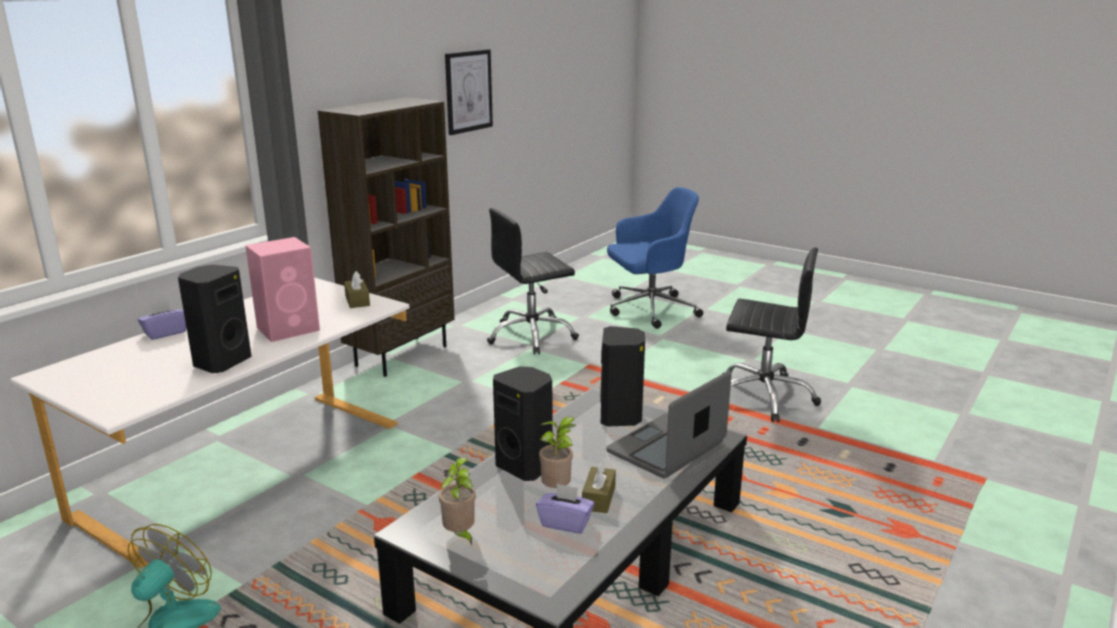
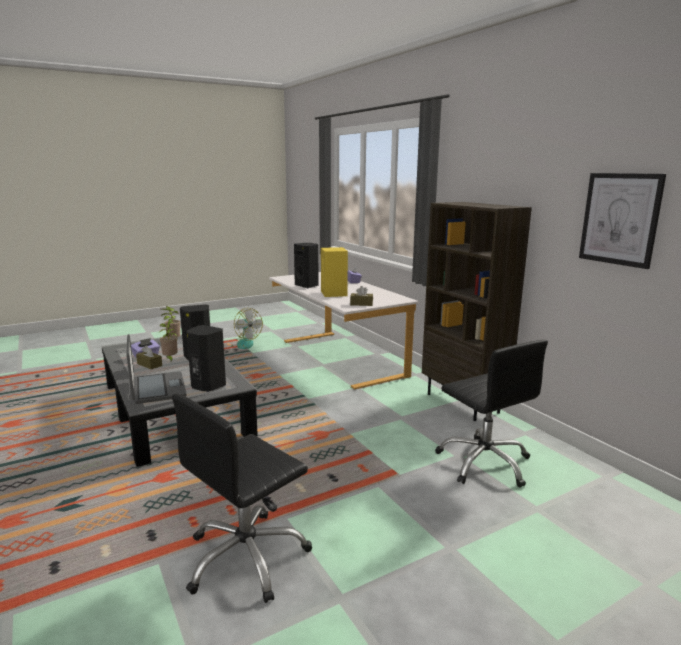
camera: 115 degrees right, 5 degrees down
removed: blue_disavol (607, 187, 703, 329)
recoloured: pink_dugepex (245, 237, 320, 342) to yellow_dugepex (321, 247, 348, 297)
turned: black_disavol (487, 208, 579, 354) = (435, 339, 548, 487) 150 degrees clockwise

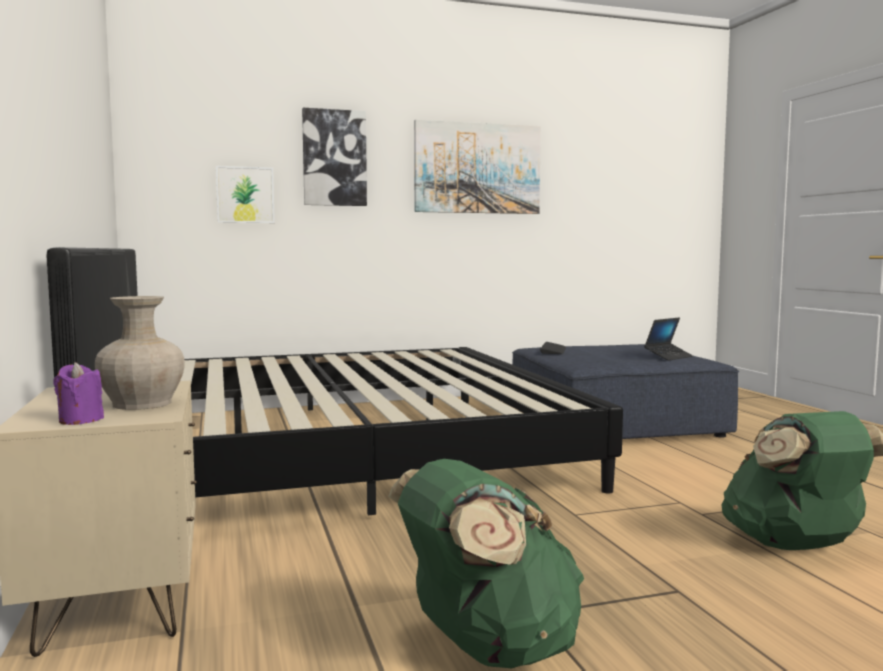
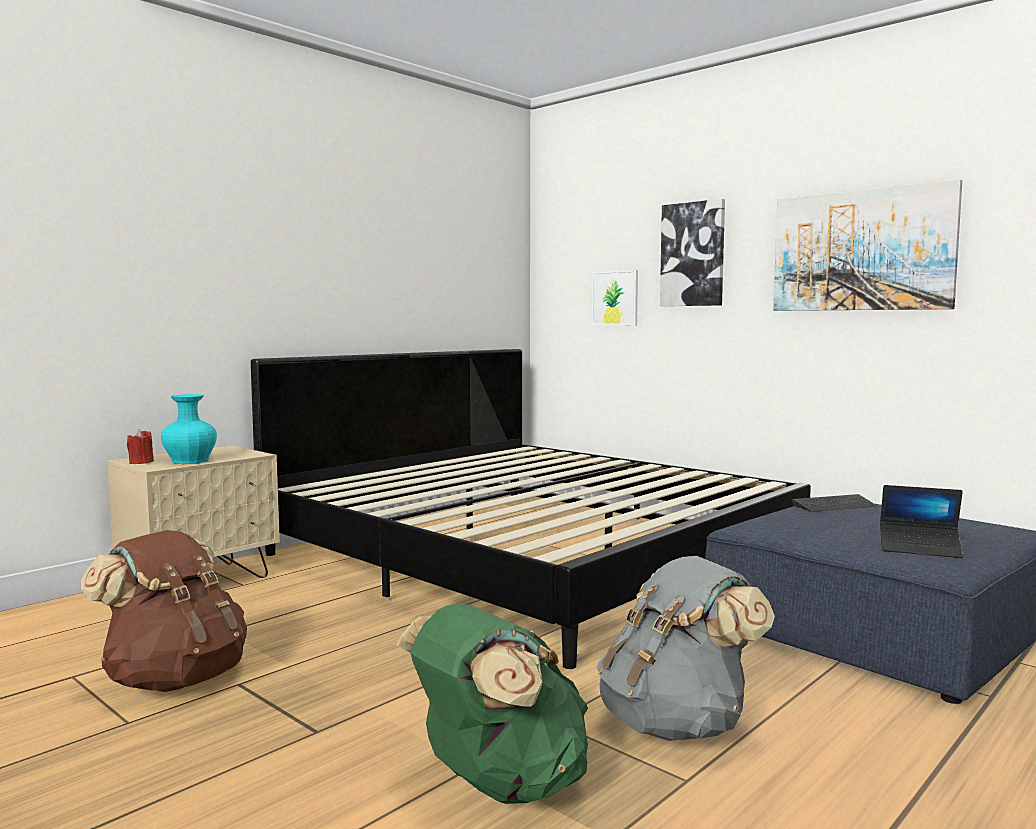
camera: 60 degrees right, 0 degrees up
added: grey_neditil (597, 556, 775, 741)
recoloured: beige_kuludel (95, 296, 185, 410) to turquoise_kuludel (161, 394, 217, 464); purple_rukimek (53, 362, 104, 425) to red_rukimek (127, 430, 154, 464); green_neditil (388, 459, 584, 668) to brown_neditil (80, 530, 247, 692)

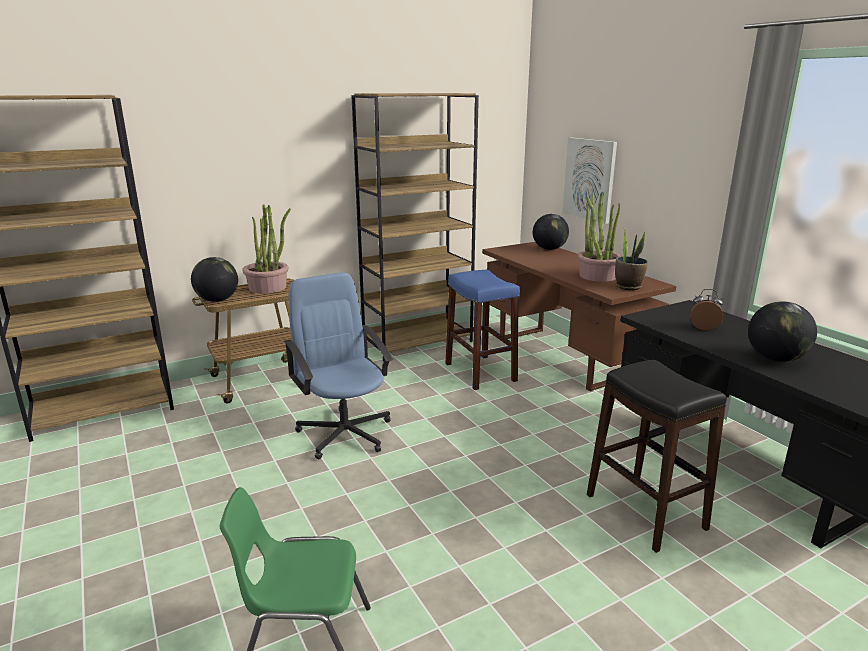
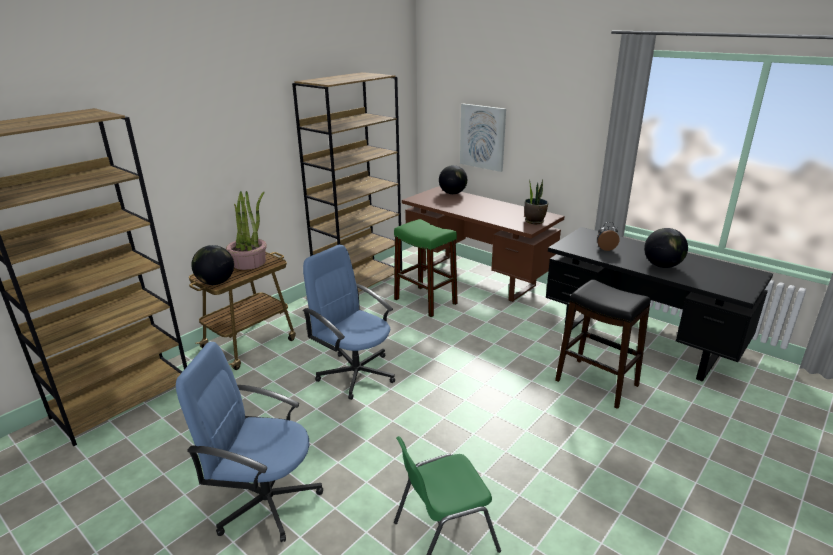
camera: 20 degrees left, 5 degrees up
removed: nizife (577, 192, 622, 282)
added: blue_disavol (176, 342, 323, 542)
recoloured: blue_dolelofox (445, 270, 520, 390) to green_dolelofox (394, 219, 458, 317)

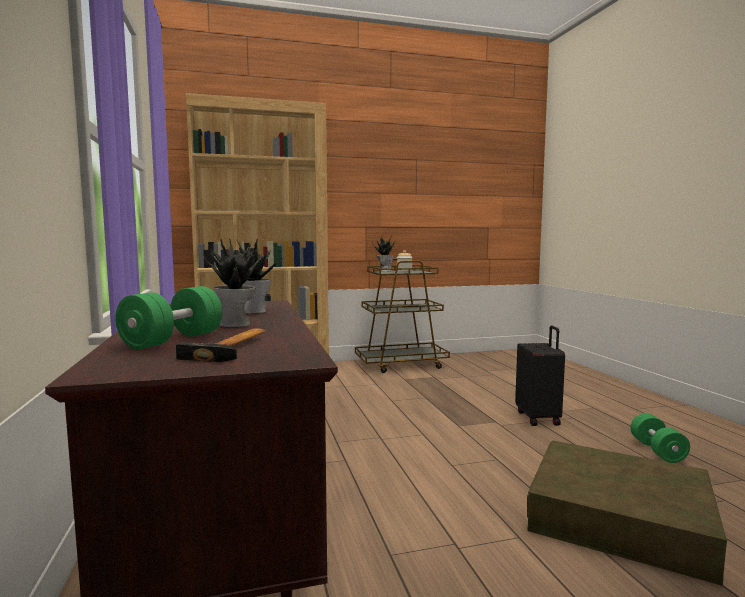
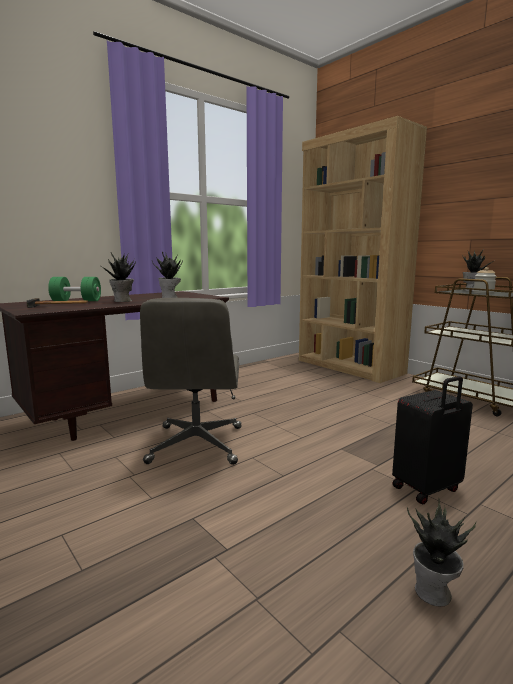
camera: 65 degrees right, 5 degrees up
removed: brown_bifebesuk (527, 441, 727, 585)
added: grey_disavol (140, 298, 242, 465)
replaced: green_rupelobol (631, 413, 690, 463) to nizife (407, 497, 476, 606)

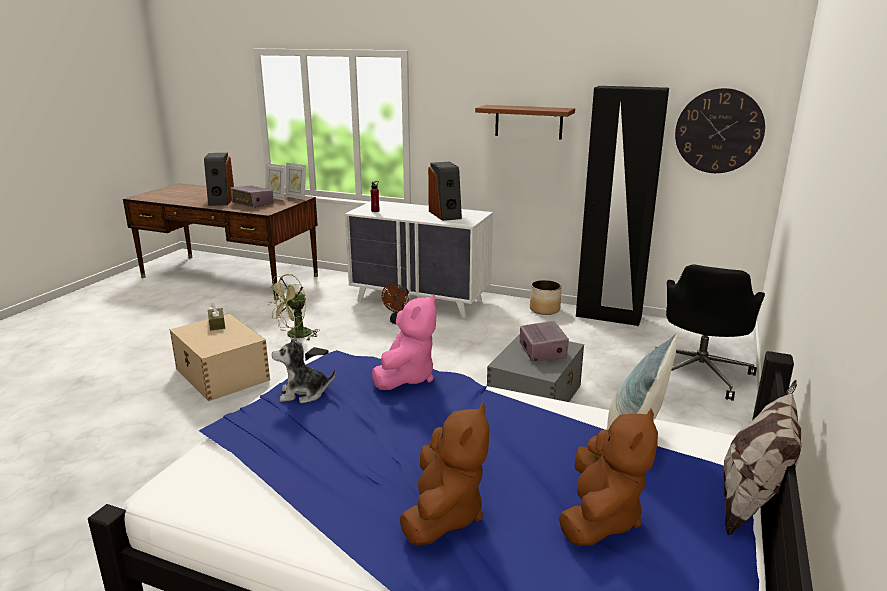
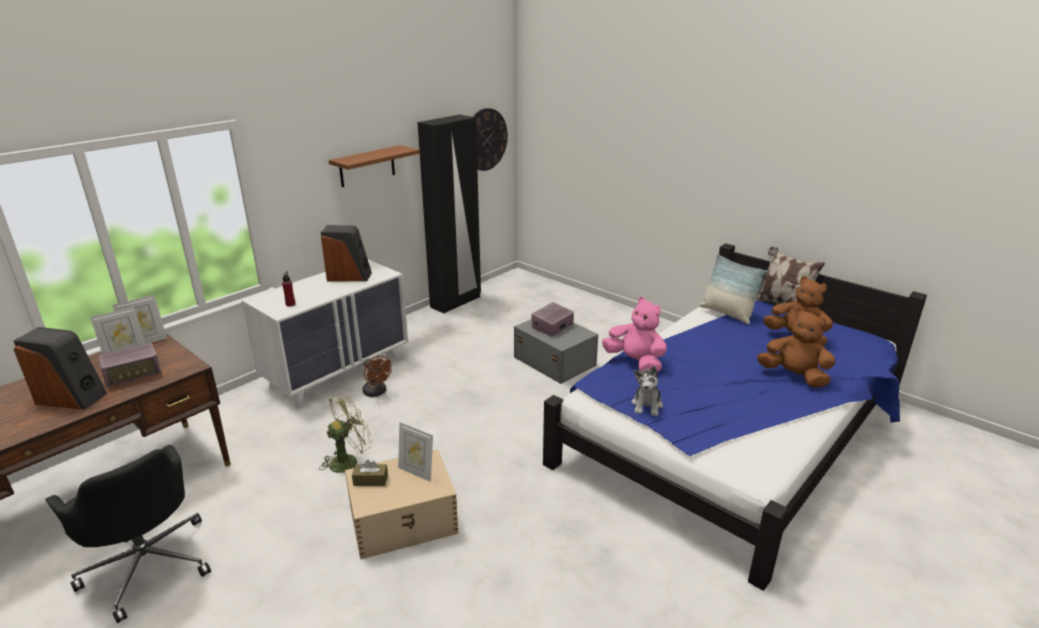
camera: 70 degrees left, 5 degrees up
removed: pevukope (530, 280, 562, 315)
added: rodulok (398, 422, 433, 482)
moved: black_disavol (655, 264, 765, 401) to (45, 444, 211, 623)
turned: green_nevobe (267, 274, 320, 341) = (319, 394, 373, 473) 105 degrees counterclockwise; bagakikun (520, 321, 569, 361) = (531, 302, 574, 337) 60 degrees counterclockwise

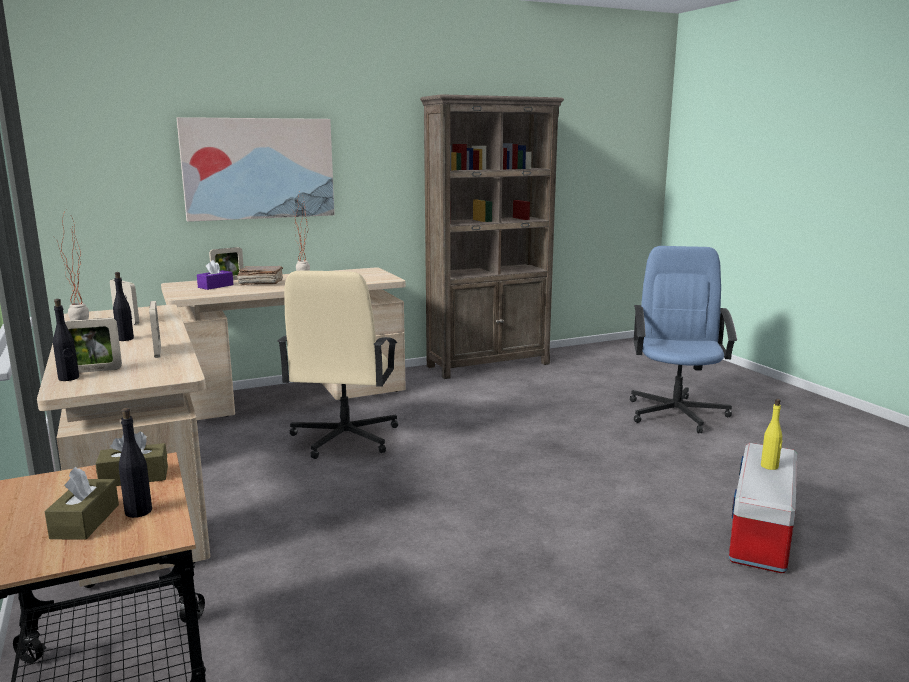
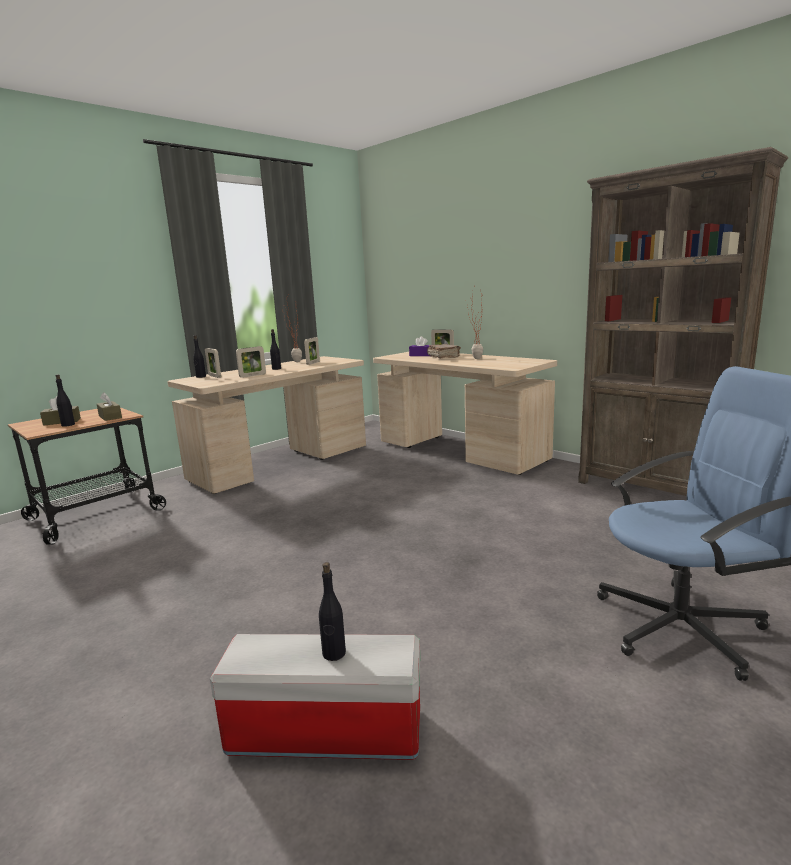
camera: 70 degrees right, 0 degrees up
removed: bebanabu (177, 117, 335, 222); beige_disavol (277, 271, 398, 459)
recoloured: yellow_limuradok (761, 399, 783, 470) to black_limuradok (319, 562, 346, 661)

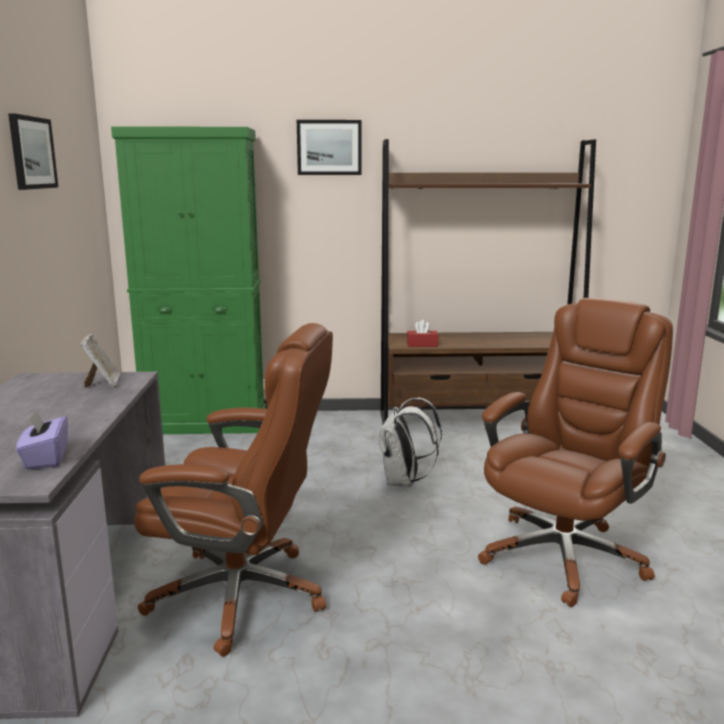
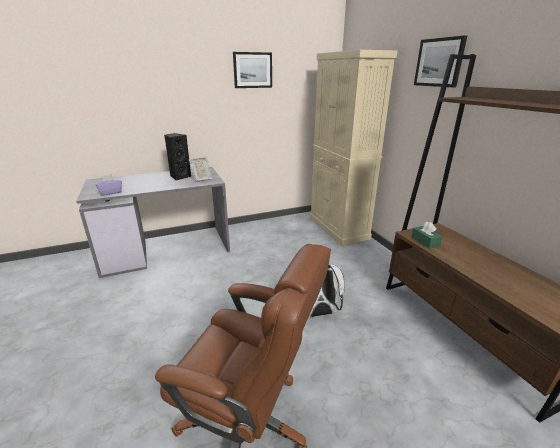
camera: 70 degrees right, 10 degrees up
removed: brown_disavol (134, 323, 333, 657)
added: black_dugepex (164, 133, 191, 180)
recoloured: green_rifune (111, 126, 266, 434) to beige_rifune (310, 50, 397, 245); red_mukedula (407, 320, 439, 347) to green_mukedula (411, 222, 442, 249)

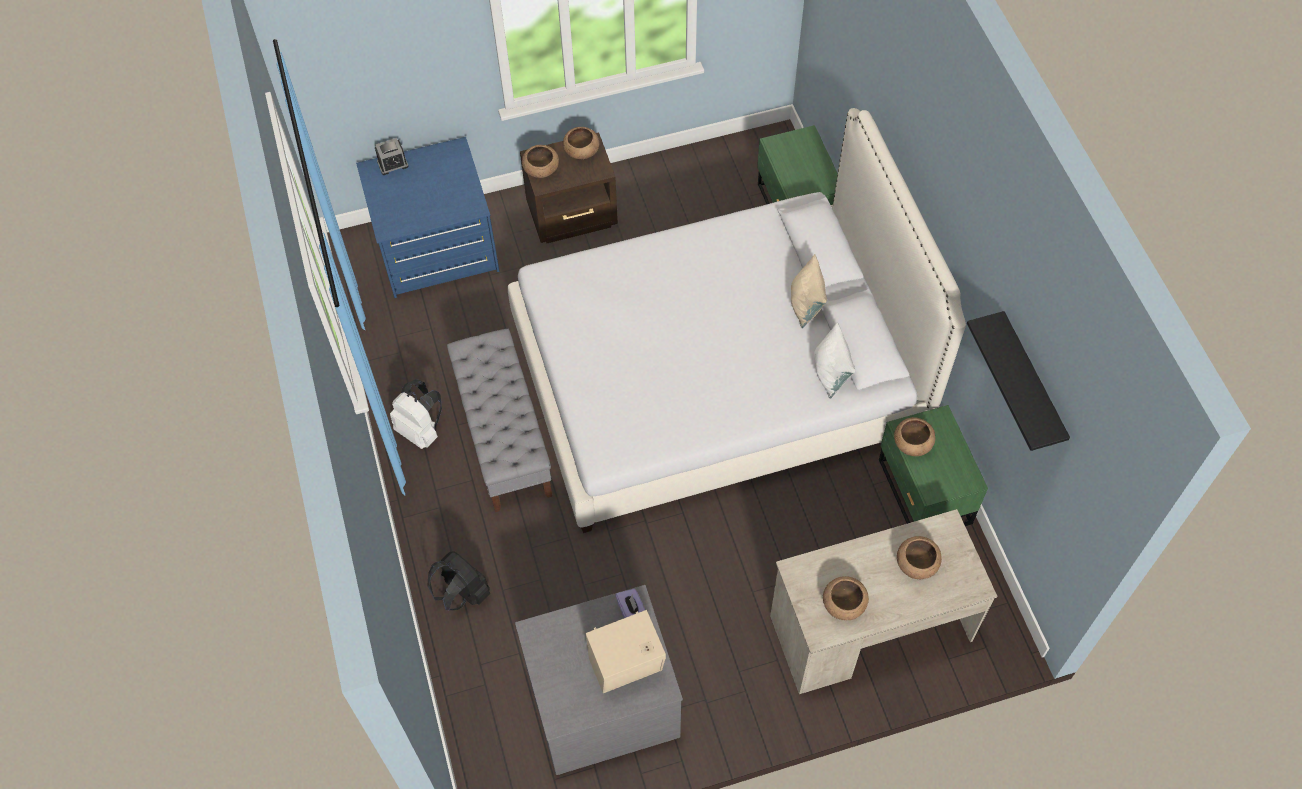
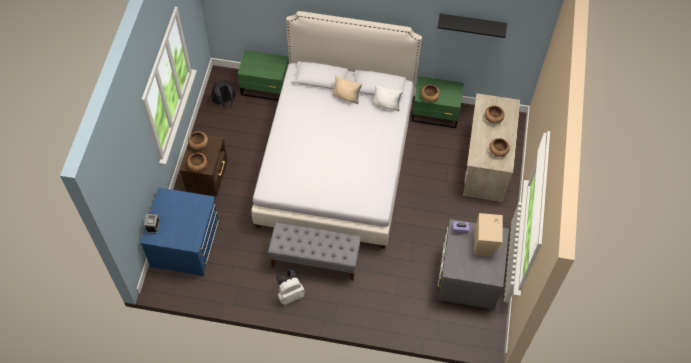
camera: 65 degrees left, 0 degrees up
moved: black_neditil (428, 551, 490, 610) to (211, 80, 235, 109)

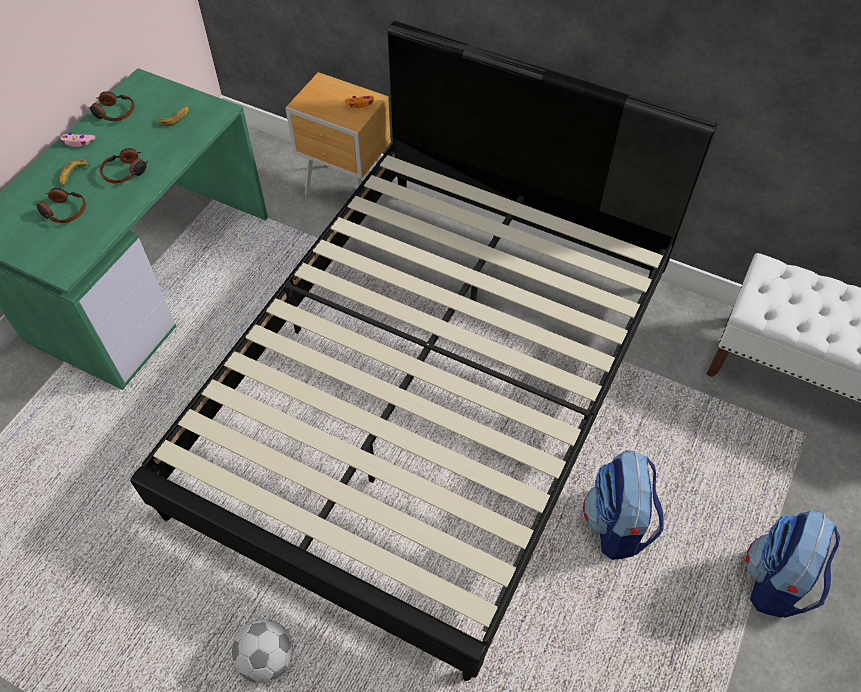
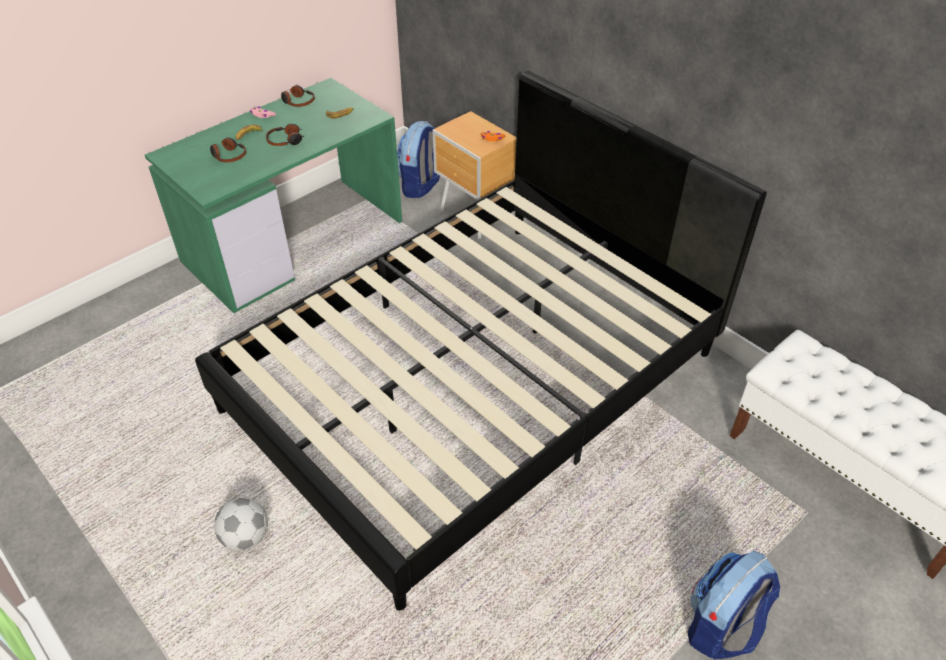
camera: 20 degrees right, 10 degrees down
moved: neditil (583, 450, 664, 560) to (397, 121, 440, 198)

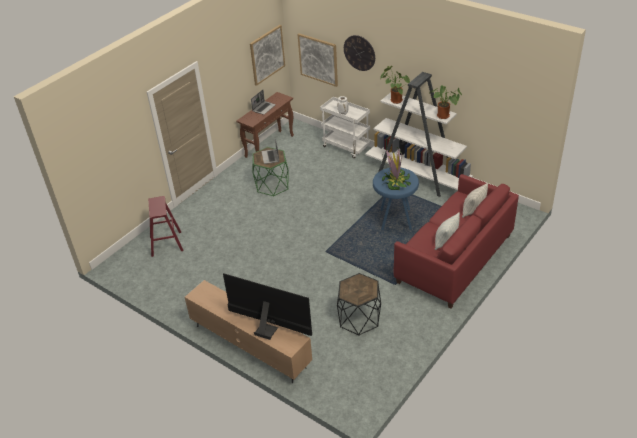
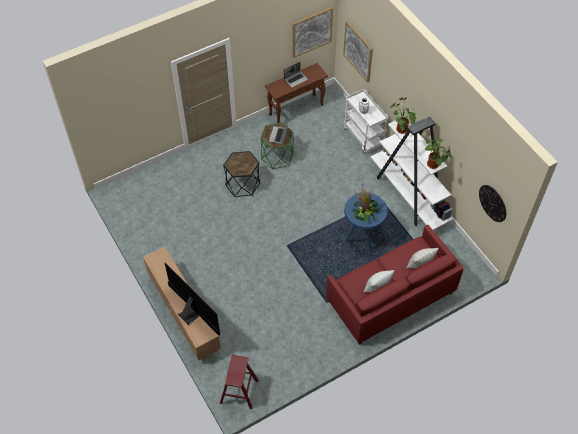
camera: 20 degrees right, 15 degrees up
moved: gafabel (344, 35, 375, 71) to (479, 185, 506, 222); red_dolelofox (148, 196, 183, 257) to (220, 355, 258, 409); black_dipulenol (337, 273, 381, 336) to (223, 151, 260, 197)

